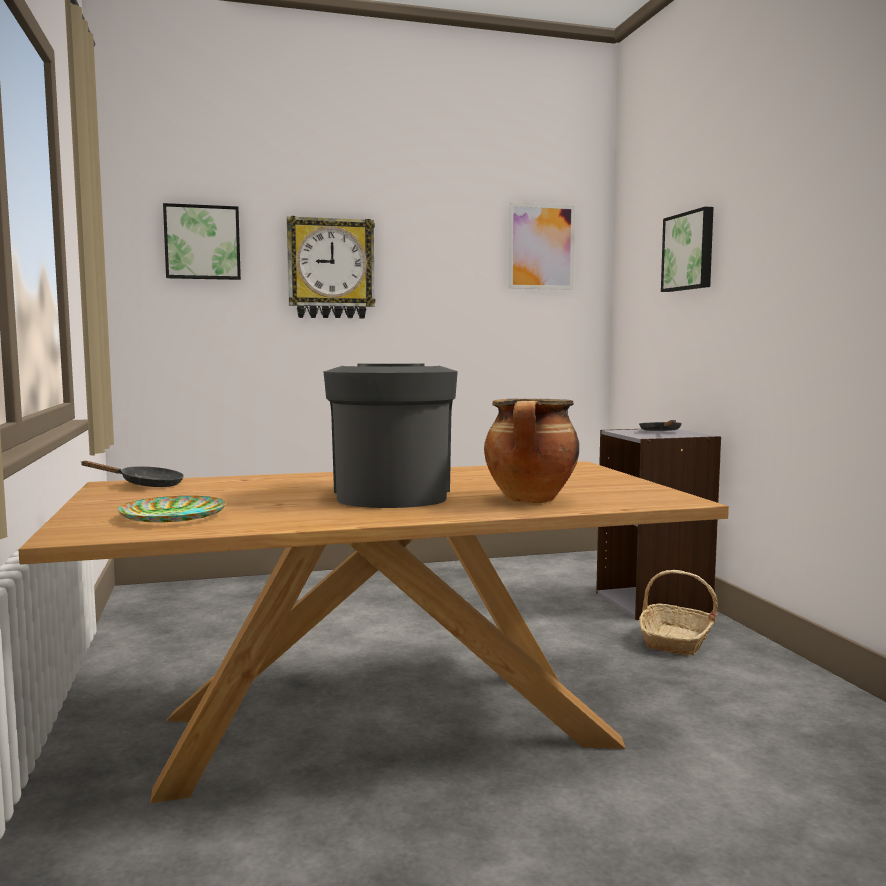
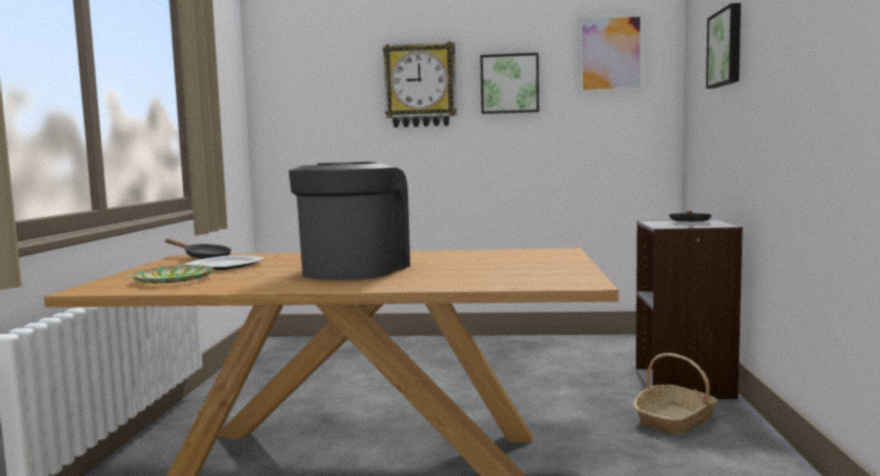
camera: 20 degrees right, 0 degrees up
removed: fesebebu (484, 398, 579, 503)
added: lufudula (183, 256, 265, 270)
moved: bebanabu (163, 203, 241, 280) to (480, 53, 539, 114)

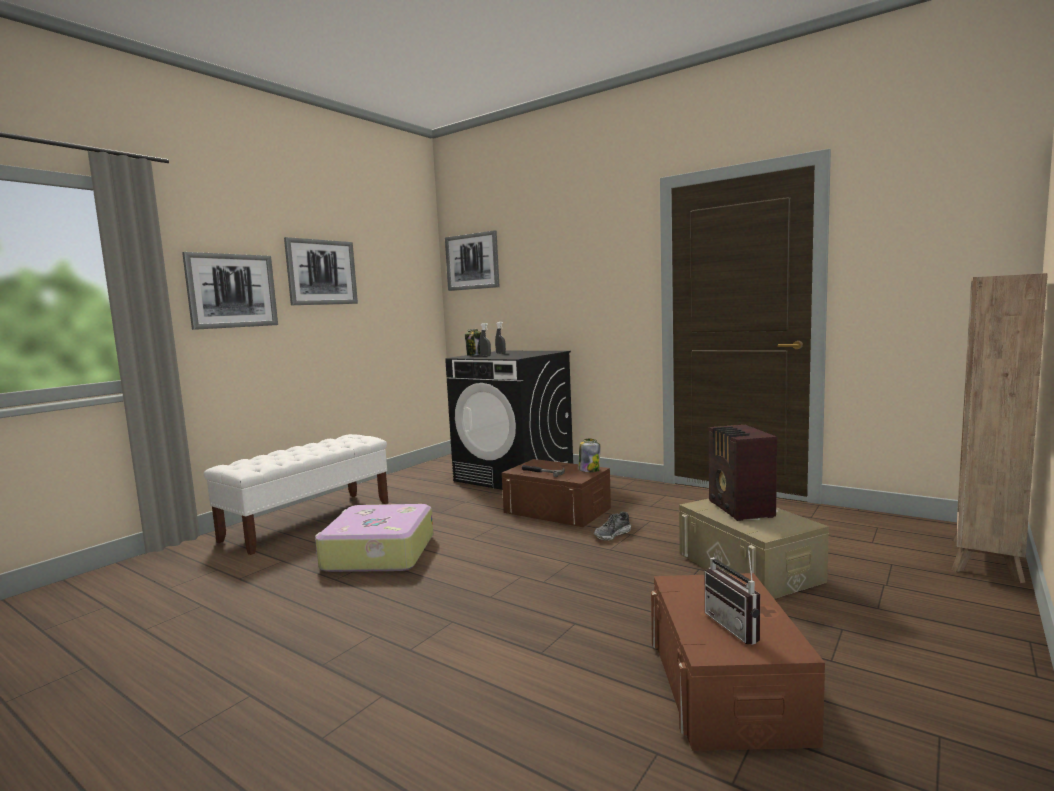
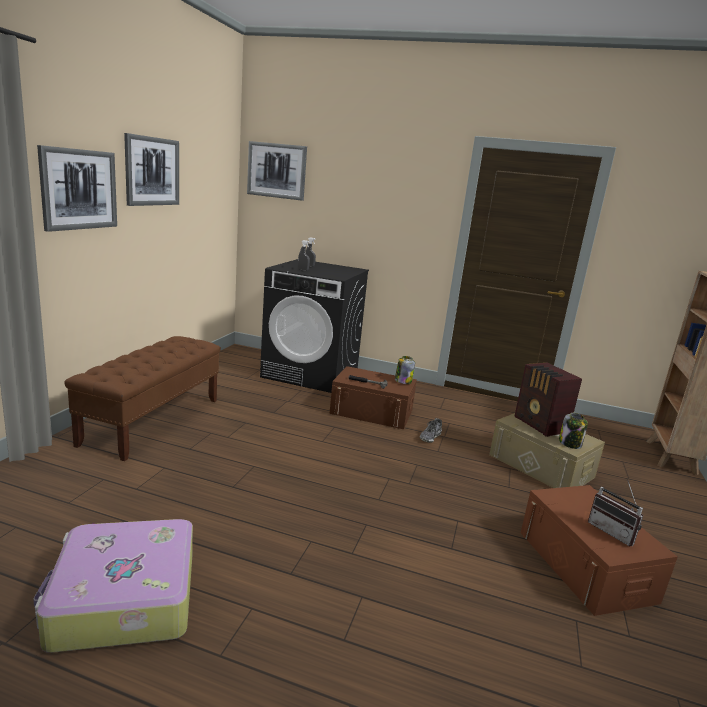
camera: 20 degrees left, 10 degrees up
moved: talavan (465, 329, 481, 356) to (559, 413, 588, 449); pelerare (315, 504, 433, 572) to (33, 519, 193, 653)
recoloured: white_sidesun (204, 434, 388, 555) to brown_sidesun (64, 336, 221, 461)

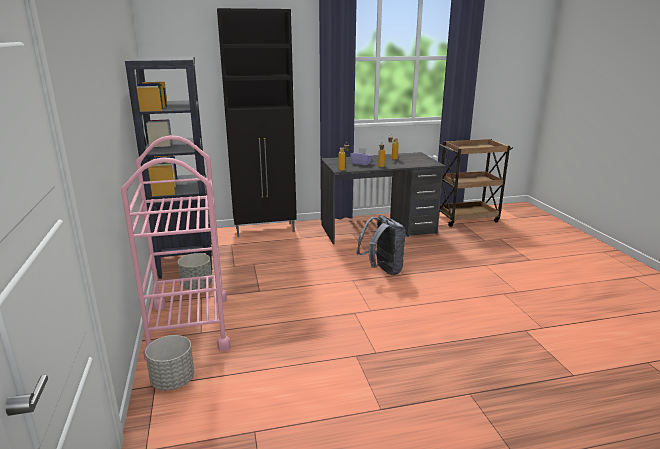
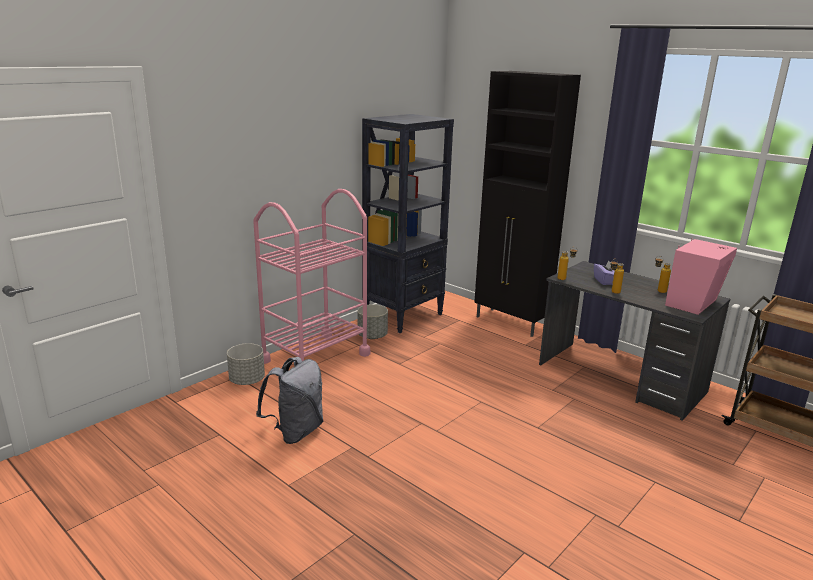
camera: 55 degrees right, 0 degrees up
added: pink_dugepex (665, 238, 737, 315)
moved: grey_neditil (356, 215, 406, 275) to (256, 357, 323, 444)

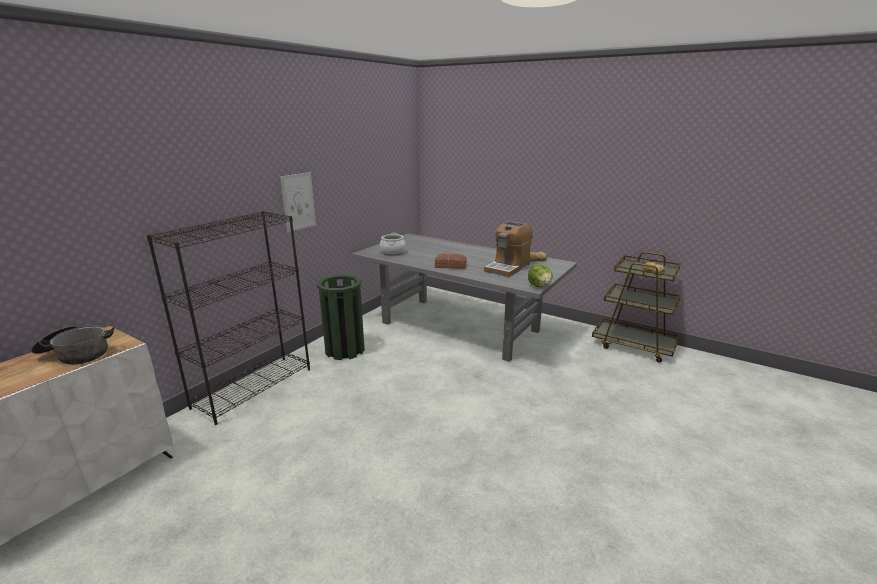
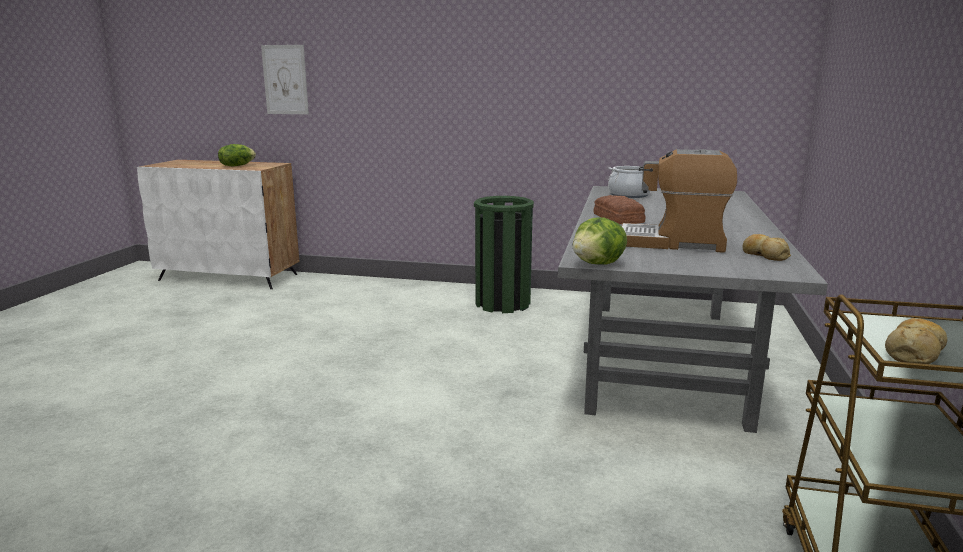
camera: 70 degrees right, 5 degrees down
removed: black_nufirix (147, 211, 310, 425)
moved: bebanabu (280, 172, 316, 233) to (261, 45, 309, 114)
replaced: fesebebu (31, 326, 115, 365) to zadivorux (218, 144, 256, 167)

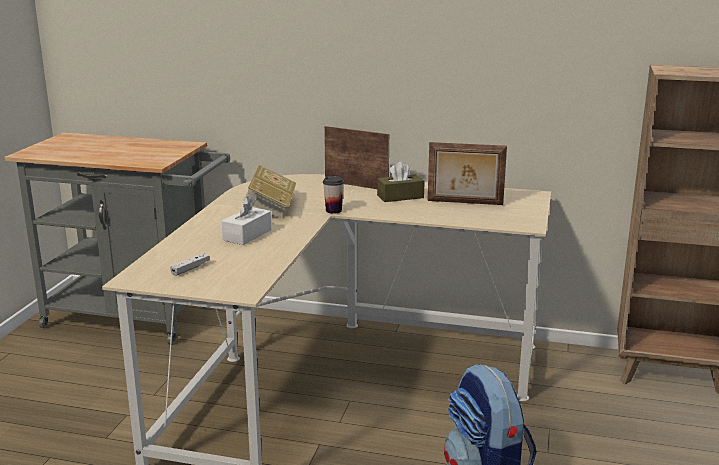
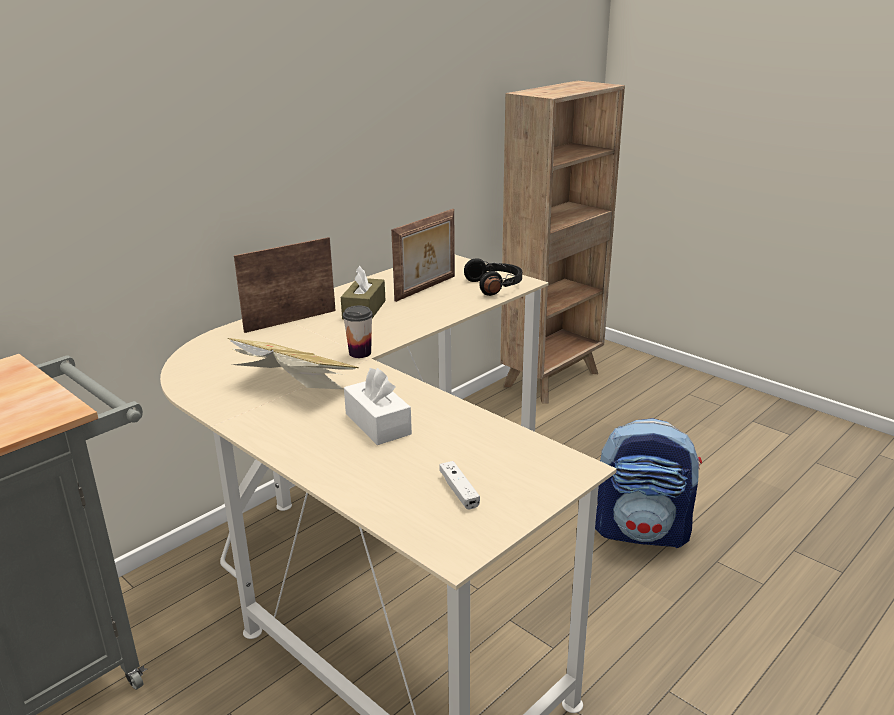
camera: 60 degrees left, 5 degrees up
added: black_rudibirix (464, 258, 522, 296)

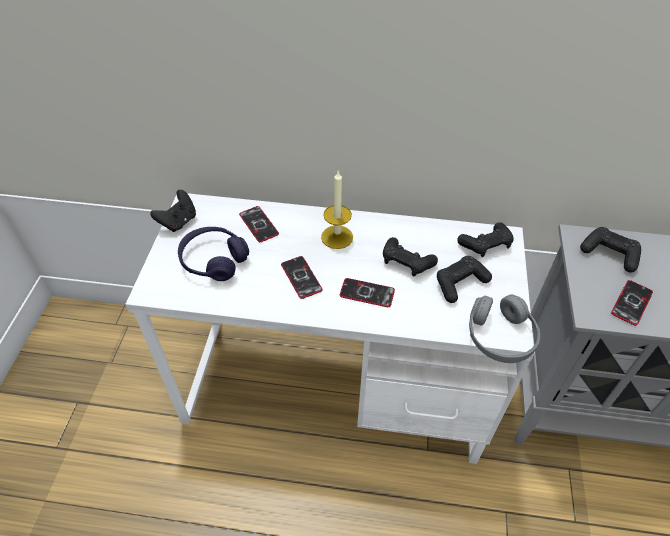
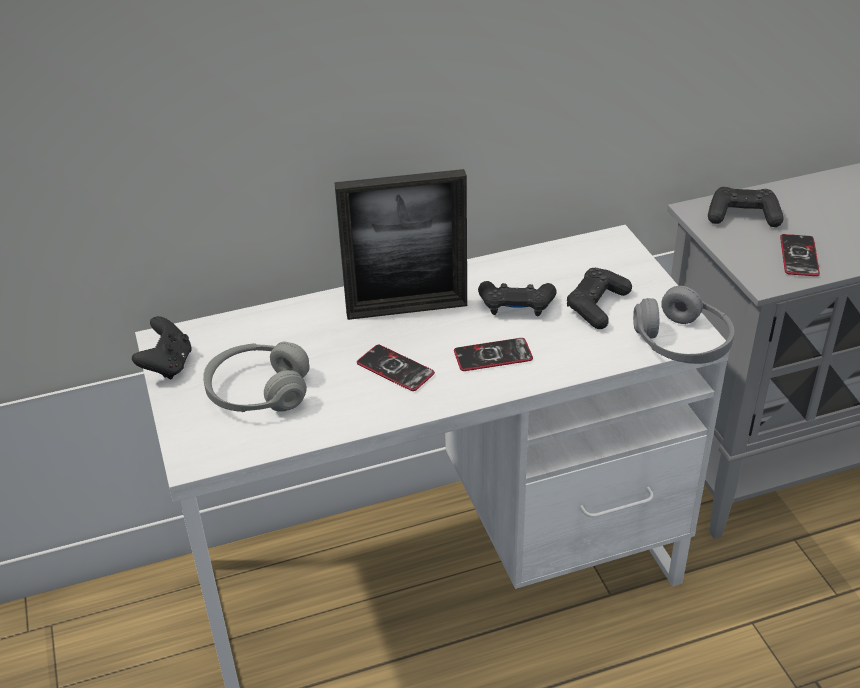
camera: 25 degrees left, 10 degrees down
removed: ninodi (239, 206, 279, 242); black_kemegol (457, 222, 514, 257)
replaced: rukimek (321, 170, 353, 249) to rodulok (334, 169, 467, 320)
recoloured: purple_rudibirix (178, 227, 249, 281) to grey_rudibirix (203, 342, 309, 412)

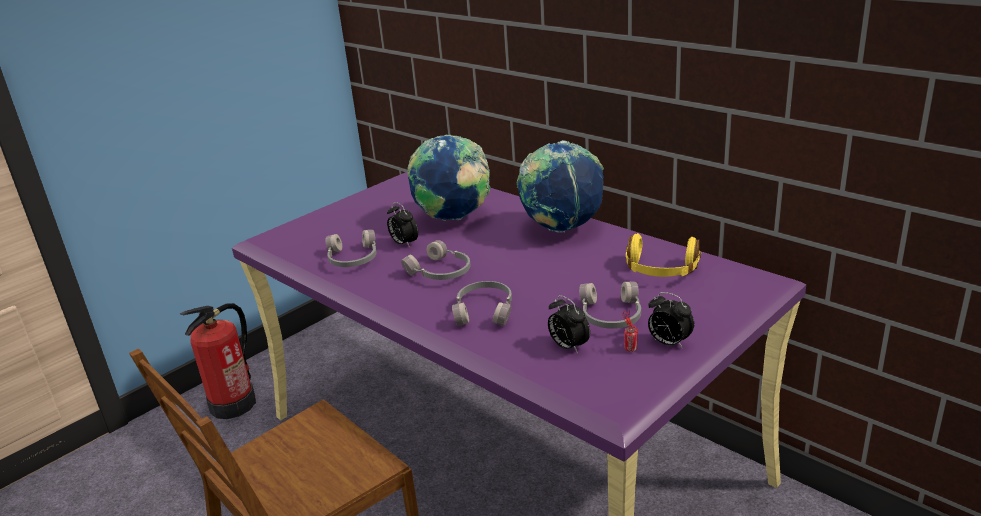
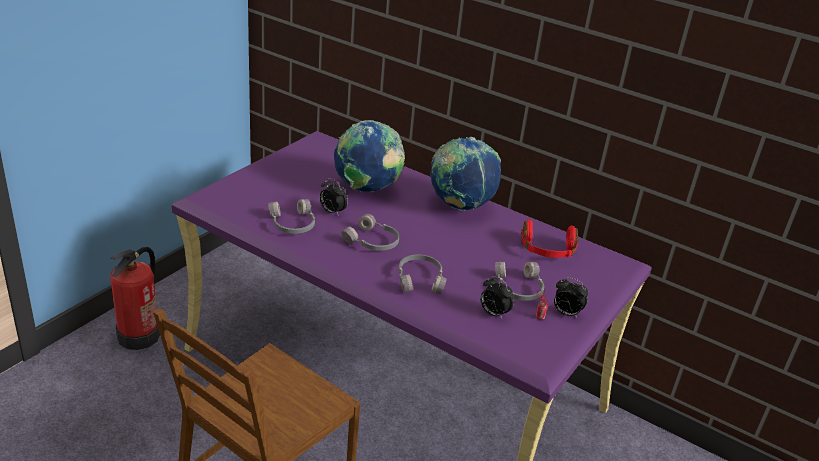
camera: 15 degrees left, 5 degrees up
recoloured: yellow_rudibirix (626, 233, 701, 277) to red_rudibirix (521, 220, 579, 258)

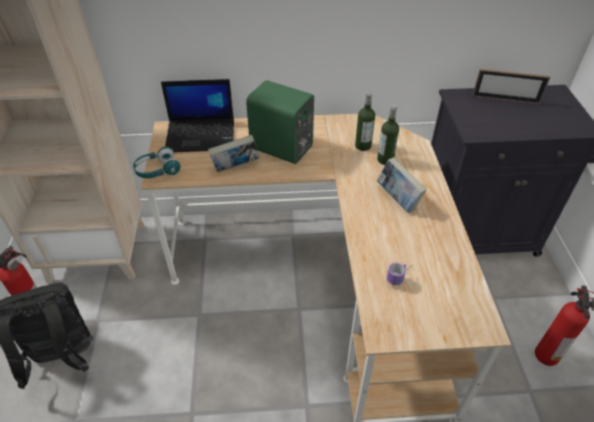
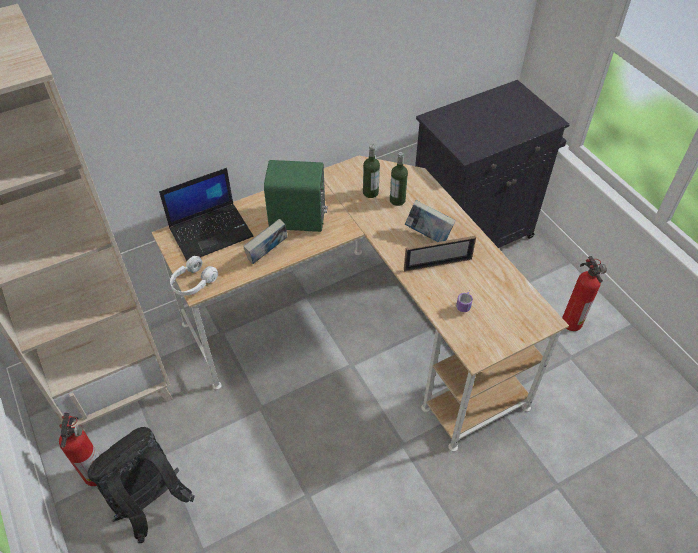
camera: 25 degrees left, 5 degrees up
moved: rodulok (472, 69, 550, 104) to (404, 236, 476, 272)
recoloured: turquoise_rudibirix (133, 147, 181, 178) to white_rudibirix (170, 256, 218, 296)

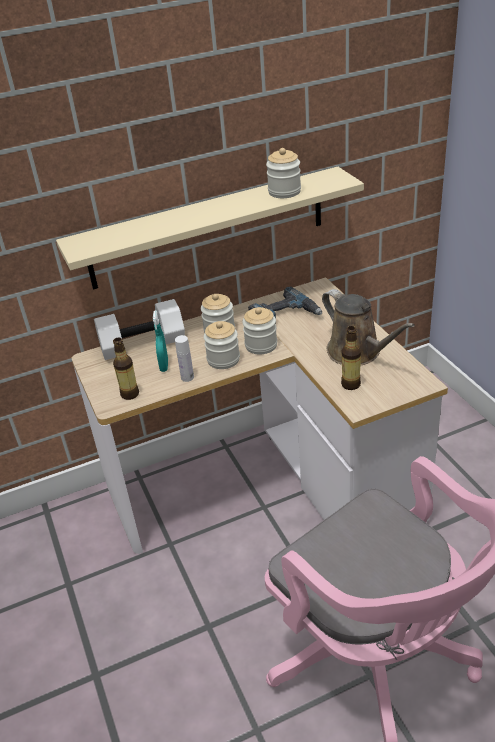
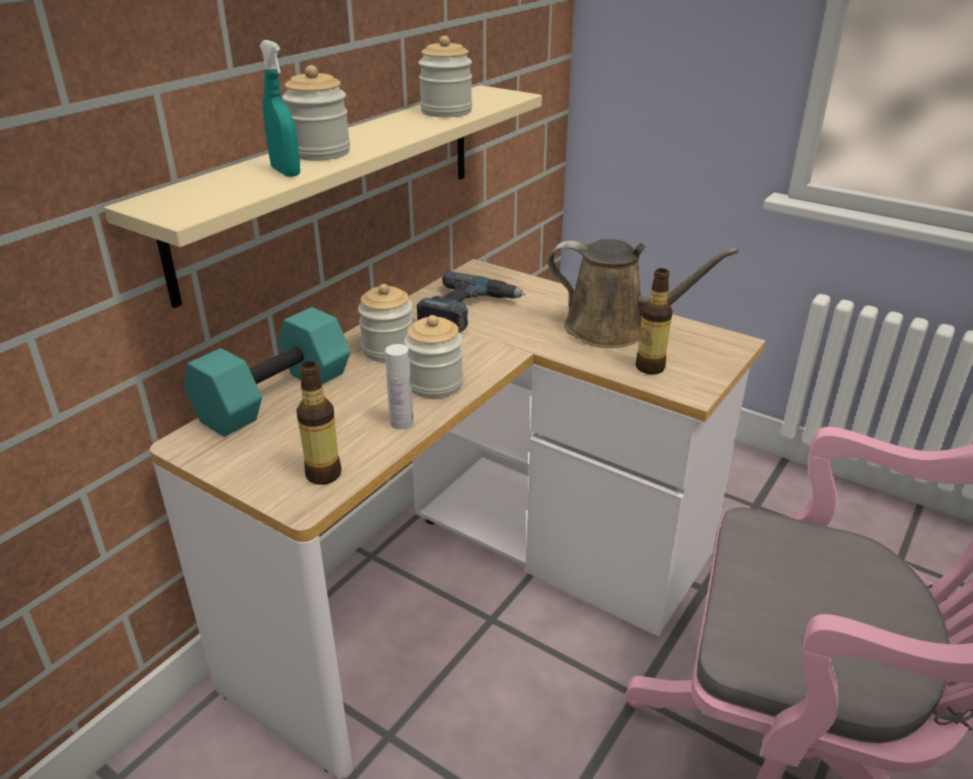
camera: 35 degrees left, 5 degrees down
moved: talavan (242, 307, 277, 355) to (282, 65, 350, 161); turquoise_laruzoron (153, 311, 168, 372) to (260, 40, 300, 177)
recoloured: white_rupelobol (94, 299, 185, 360) to turquoise_rupelobol (184, 307, 350, 437)

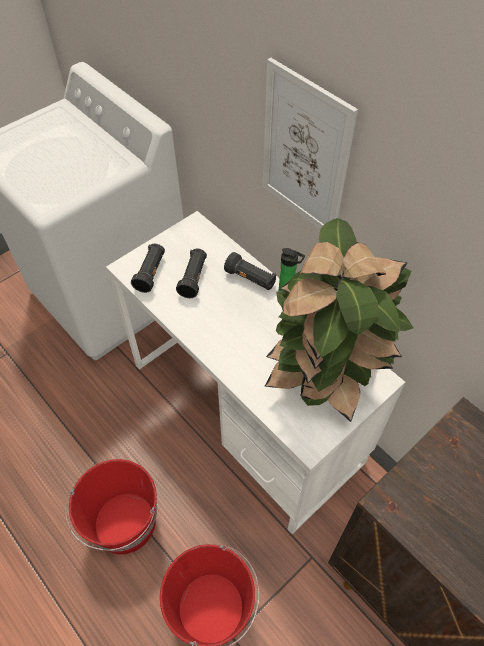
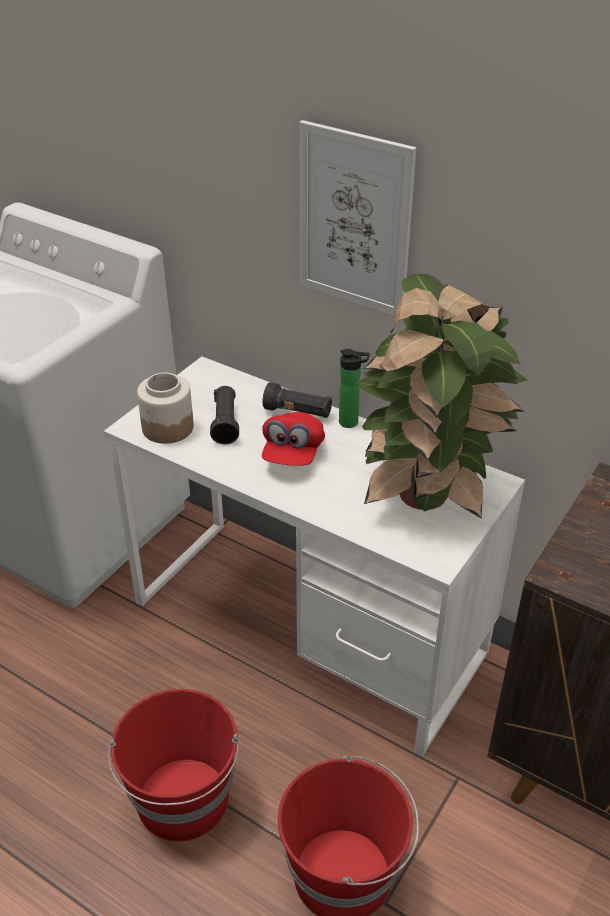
camera: 15 degrees left, 15 degrees down
added: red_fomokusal (262, 412, 325, 466)
replaced: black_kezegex (131, 244, 165, 293) to talavan (137, 373, 194, 444)

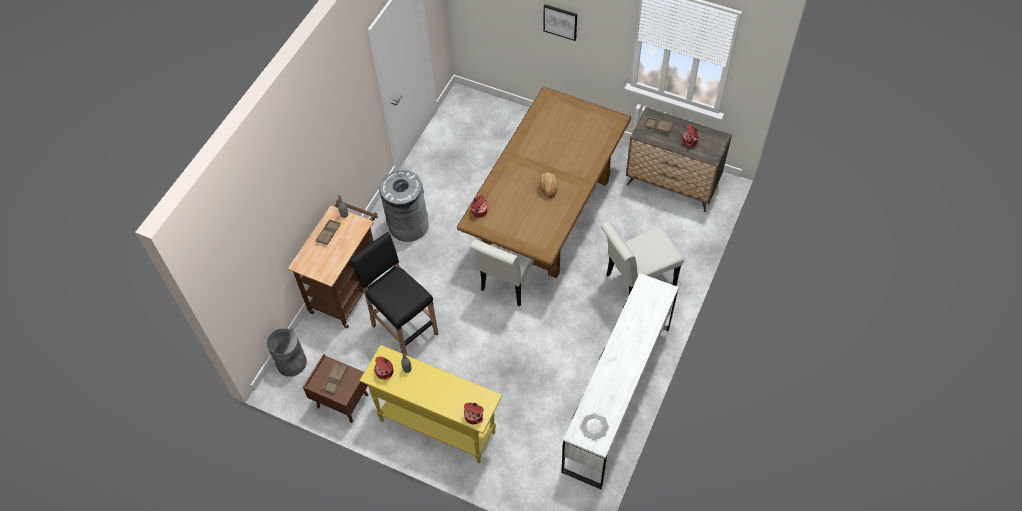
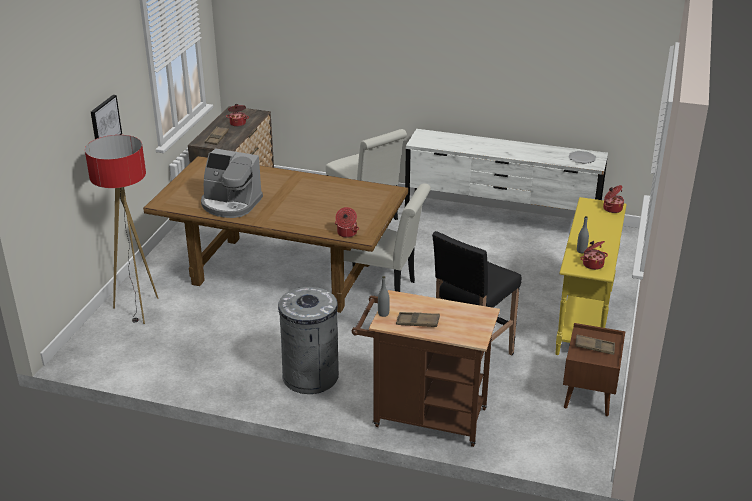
camera: 100 degrees left, 25 degrees down
removed: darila (538, 173, 558, 198); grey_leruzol (266, 328, 307, 377)
added: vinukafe (85, 135, 158, 324); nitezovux (201, 148, 263, 218)

